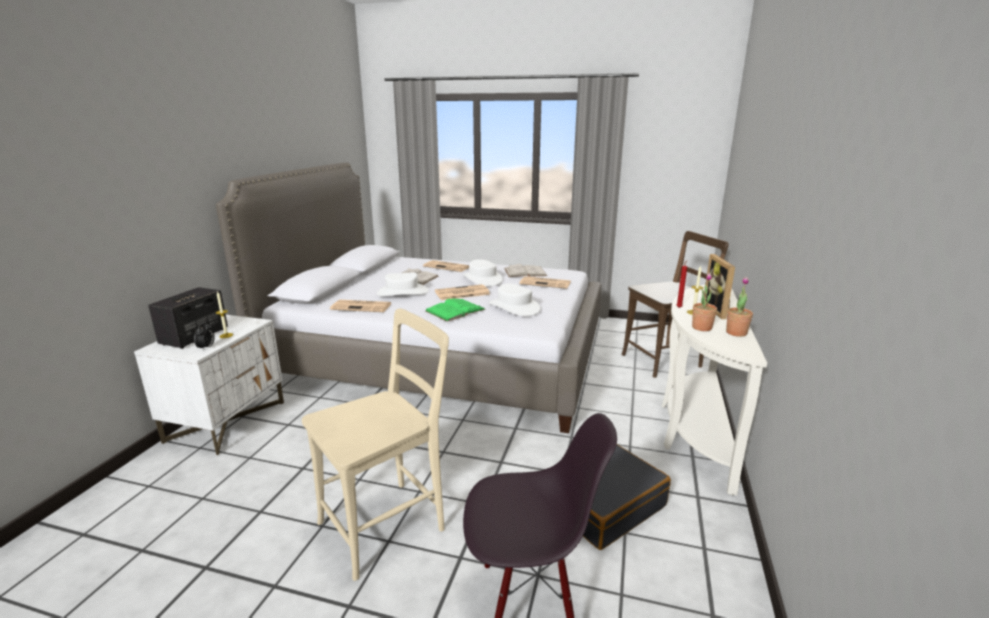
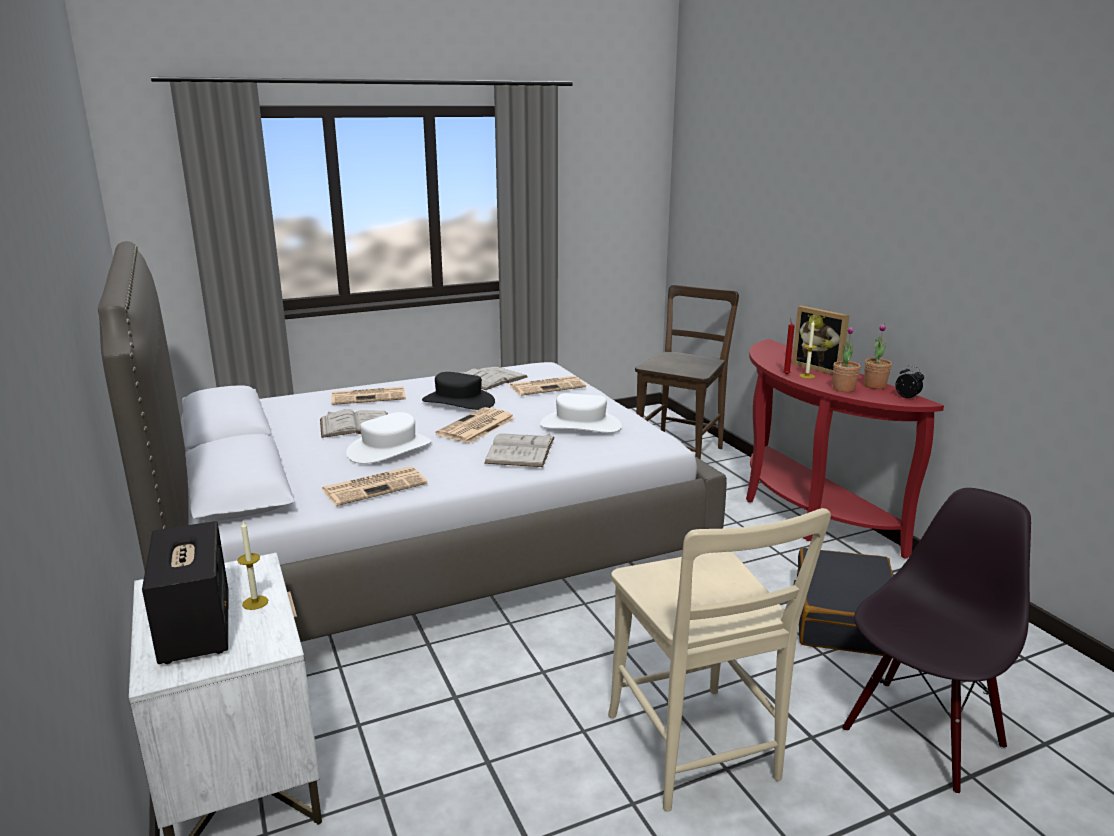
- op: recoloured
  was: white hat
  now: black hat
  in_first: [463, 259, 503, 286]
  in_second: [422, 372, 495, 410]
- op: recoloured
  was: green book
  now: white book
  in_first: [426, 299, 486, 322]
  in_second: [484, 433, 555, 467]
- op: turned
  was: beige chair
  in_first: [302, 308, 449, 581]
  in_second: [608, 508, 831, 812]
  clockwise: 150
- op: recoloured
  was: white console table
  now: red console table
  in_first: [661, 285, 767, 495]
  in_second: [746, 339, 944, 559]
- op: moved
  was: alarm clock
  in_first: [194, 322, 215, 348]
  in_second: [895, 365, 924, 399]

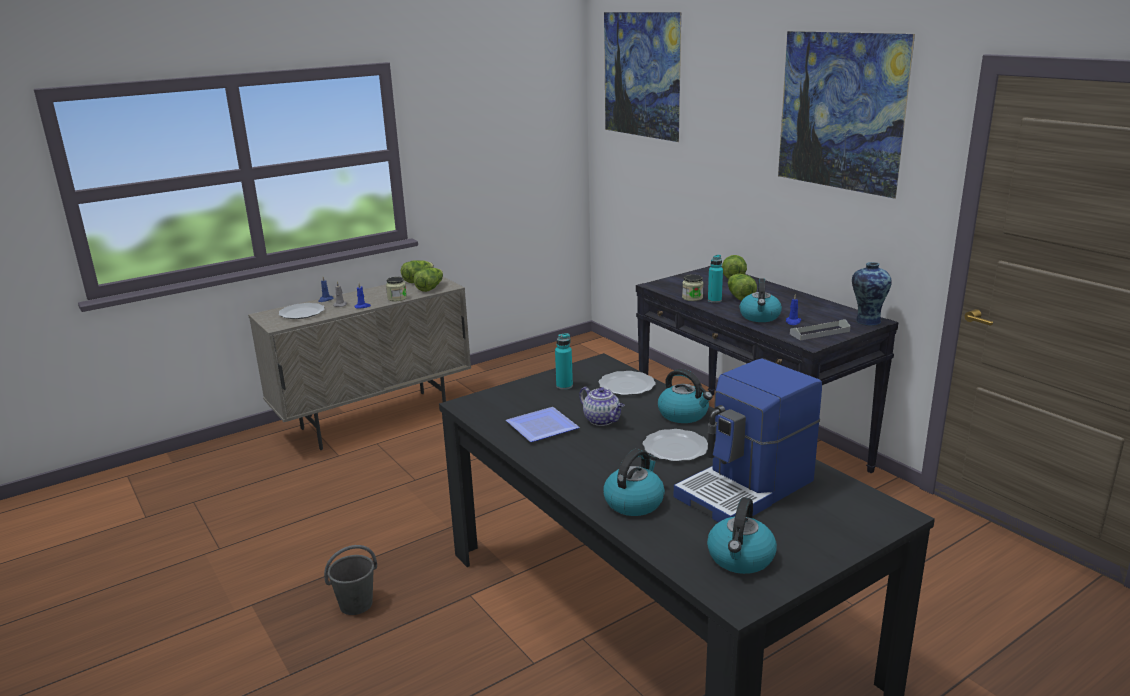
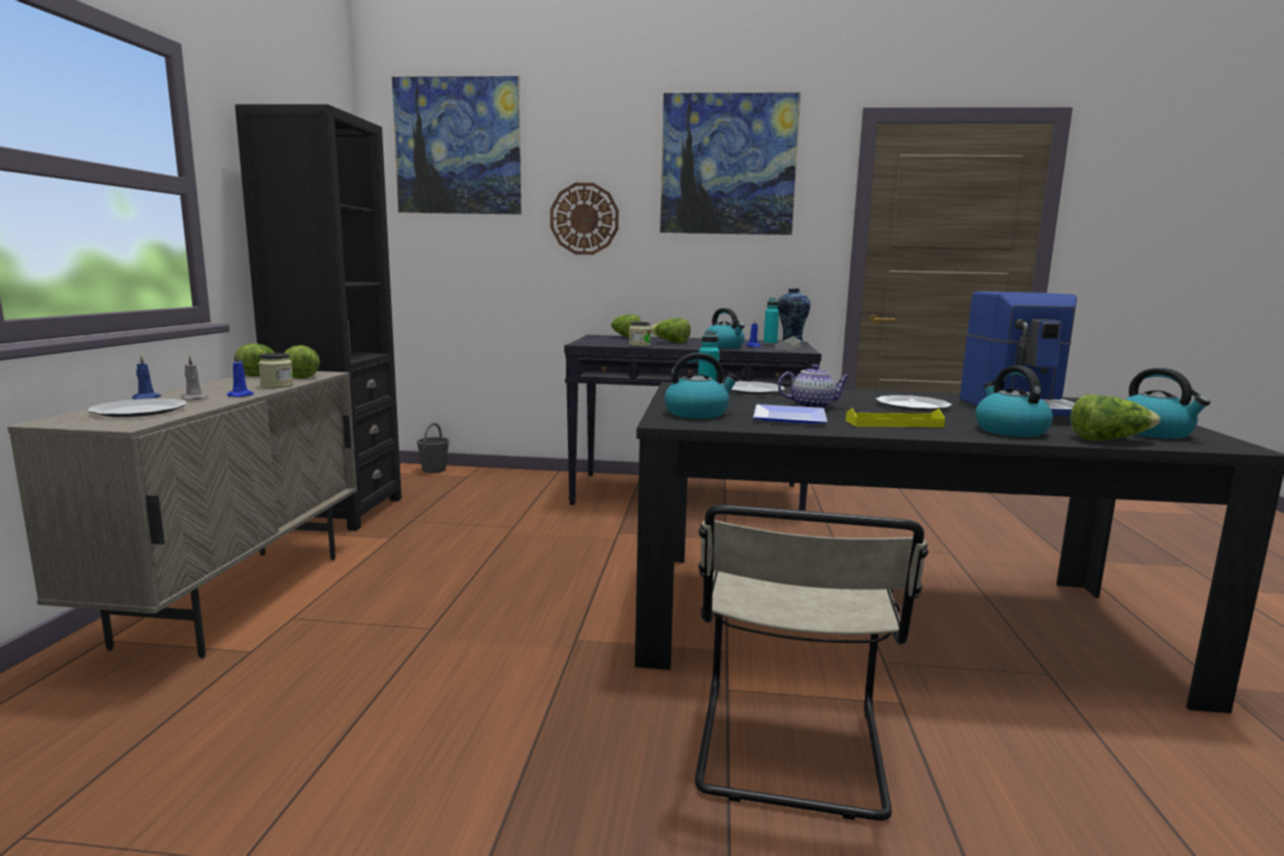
- op: added
  now: black bookcase
  in_second: [235, 104, 402, 531]
- op: moved
  was: grey bucket
  in_first: [324, 545, 377, 615]
  in_second: [417, 423, 449, 473]
- op: added
  now: wall clock
  in_second: [550, 183, 619, 255]
- op: moved
  was: kettle
  in_first: [658, 369, 713, 423]
  in_second: [665, 352, 739, 419]
- op: added
  now: beige chair
  in_second: [695, 504, 929, 821]
- op: moved
  was: turquoise bottle
  in_first: [708, 255, 723, 303]
  in_second: [763, 298, 779, 345]
- op: added
  now: yellow tray
  in_second: [846, 408, 945, 427]
- op: added
  now: lettuce
  in_second: [1070, 394, 1160, 441]

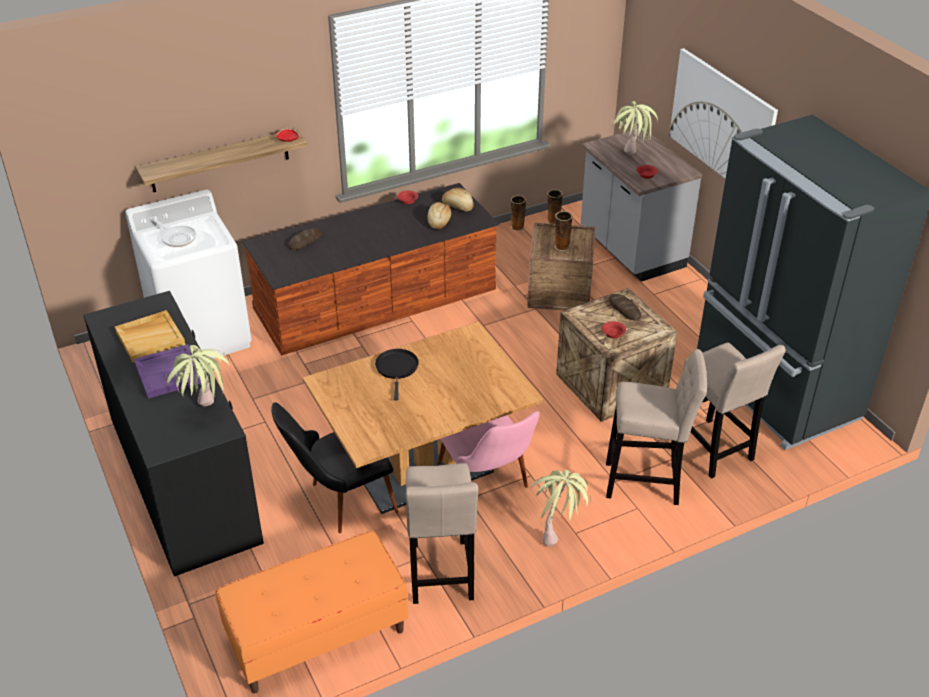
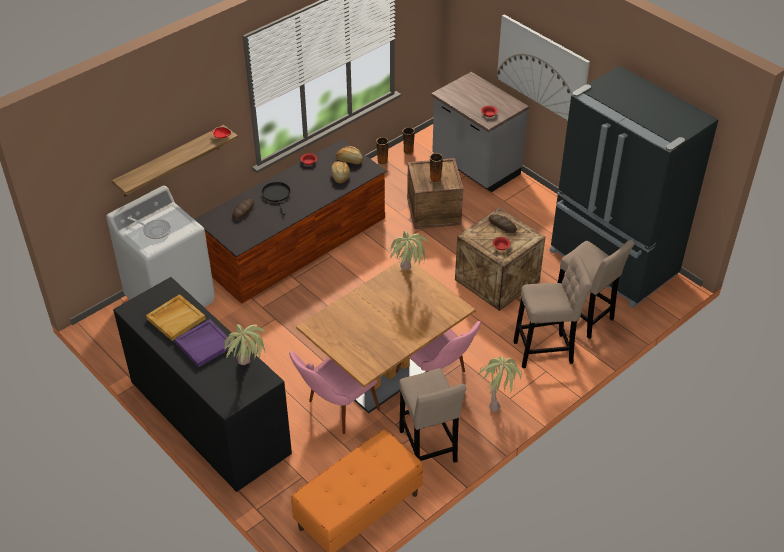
- op: moved
  was: black frying pan
  in_first: [375, 349, 419, 400]
  in_second: [262, 182, 291, 215]
- op: recoloured
  was: black chair
  now: pink chair
  in_first: [271, 403, 398, 533]
  in_second: [289, 351, 380, 434]
- op: moved
  was: potted plant
  in_first: [612, 101, 658, 154]
  in_second: [390, 231, 428, 271]

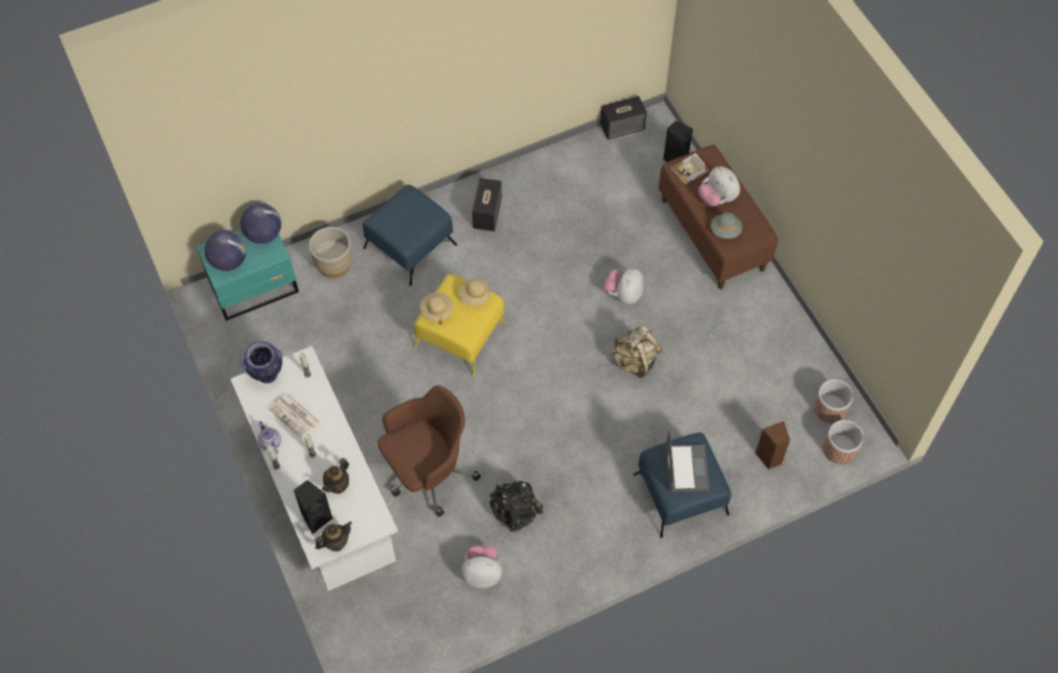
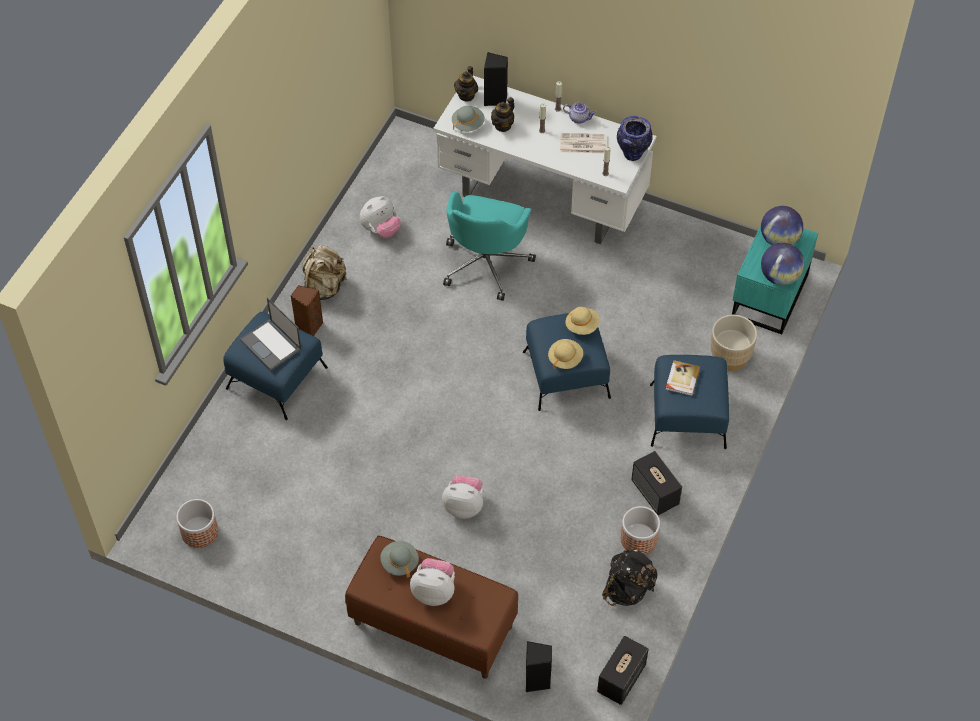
- op: moved
  was: brown speaker
  in_first: [755, 421, 790, 469]
  in_second: [291, 285, 323, 336]
- op: moved
  was: beige backpack
  in_first: [610, 326, 662, 378]
  in_second: [302, 245, 347, 300]
- op: turned
  was: plush toy
  in_first: [603, 268, 643, 304]
  in_second: [442, 475, 483, 519]
  clockwise: -60
- op: recoloured
  was: brown office chair
  now: turquoise office chair
  in_first: [378, 385, 481, 517]
  in_second: [443, 191, 536, 301]
- op: added
  now: grey hat
  in_second: [452, 106, 485, 132]
- op: turned
  was: teapot
  in_first: [322, 458, 349, 494]
  in_second: [491, 97, 514, 132]
  clockwise: -135
- op: recoloured
  was: yellow ottoman
  now: blue ottoman
  in_first: [414, 274, 508, 377]
  in_second: [523, 313, 611, 411]
- op: moved
  was: black backpack
  in_first: [490, 481, 543, 532]
  in_second: [602, 549, 657, 606]
- op: moved
  was: planter
  in_first: [823, 420, 863, 464]
  in_second: [621, 506, 660, 555]
- op: moved
  was: book
  in_first: [670, 153, 710, 184]
  in_second: [665, 360, 700, 396]

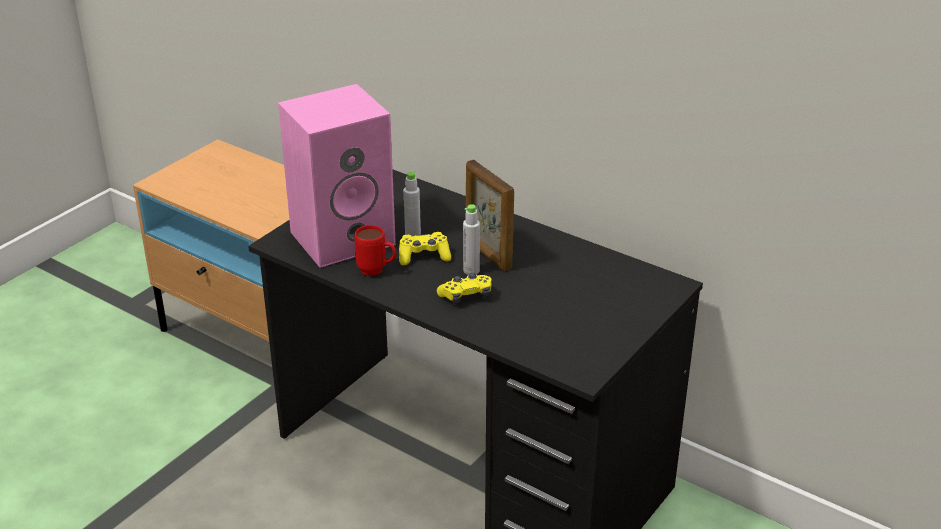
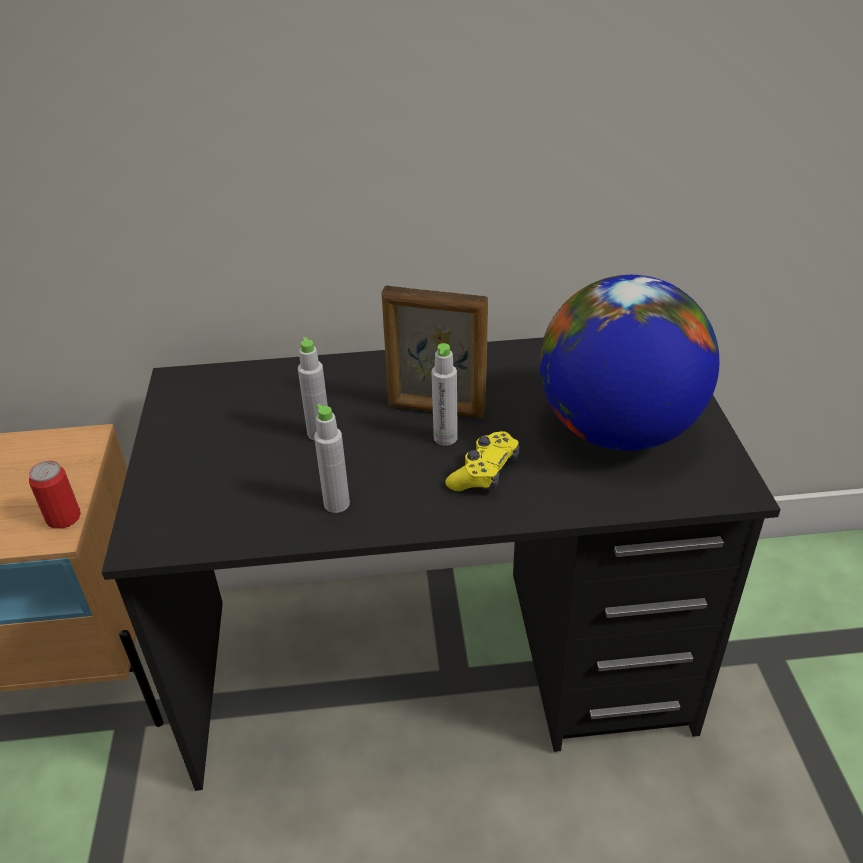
- op: added
  now: can
  in_second: [29, 460, 81, 529]
- op: replaced
  was: red mug
  now: grey bottle
  in_first: [354, 225, 396, 276]
  in_second: [314, 404, 350, 513]
- op: added
  now: globe
  in_second: [539, 275, 719, 451]
- op: removed
  was: pink speaker
  in_first: [278, 84, 396, 268]
- op: removed
  was: yellow game controller
  in_first: [399, 232, 451, 265]

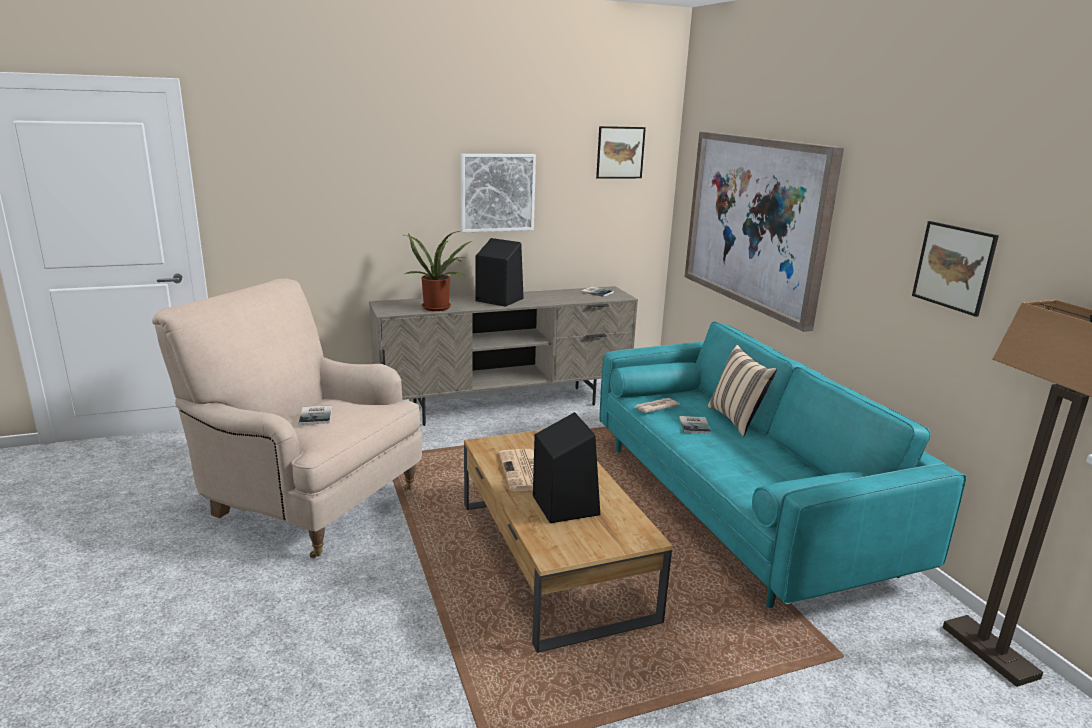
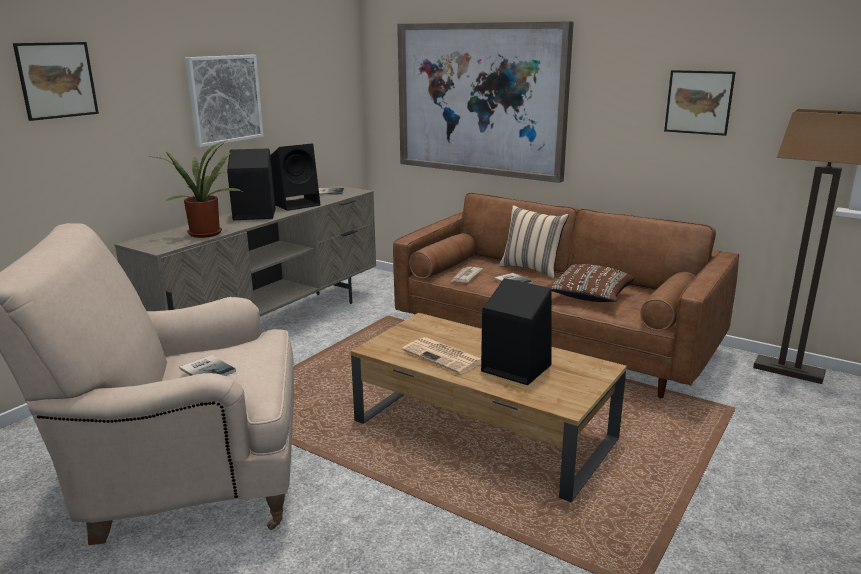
- op: moved
  was: picture
  in_first: [596, 126, 646, 179]
  in_second: [13, 42, 99, 121]
- op: added
  now: black speaker
  in_second: [270, 144, 320, 211]
- op: recoloured
  was: turquoise sofa
  now: brown sofa
  in_first: [600, 321, 966, 608]
  in_second: [393, 193, 739, 398]
- op: added
  now: brown pillow
  in_second: [546, 264, 634, 302]

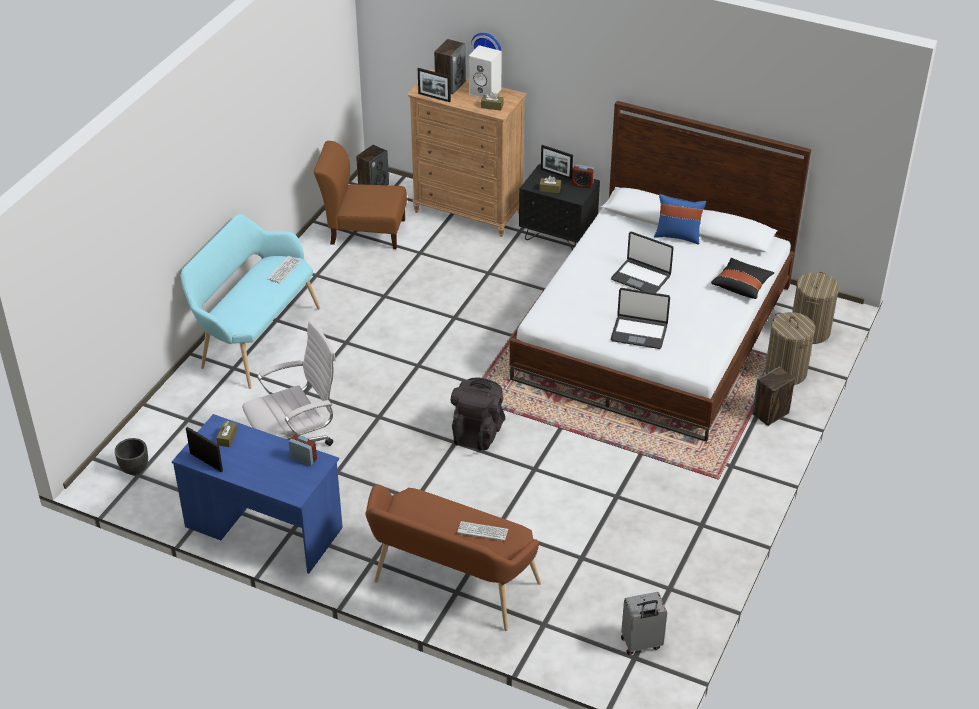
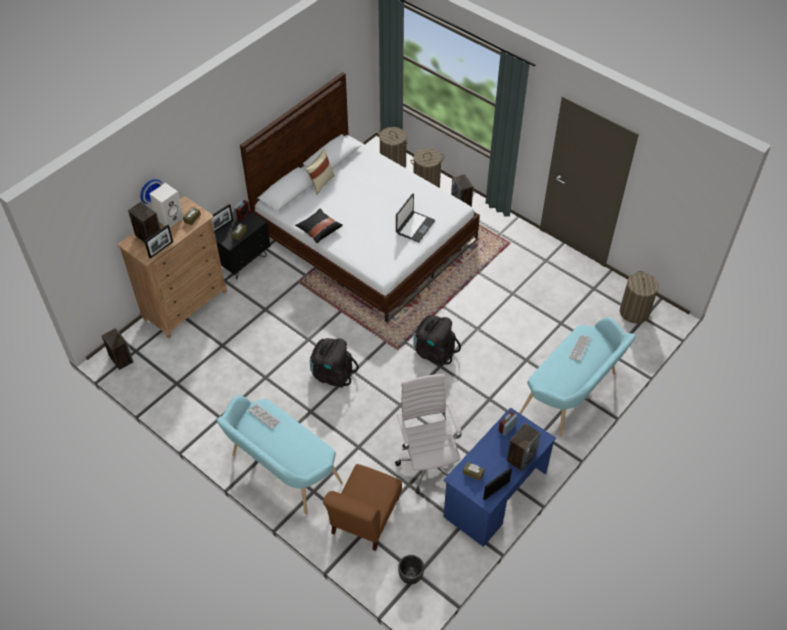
- op: moved
  was: black pillow
  in_first: [711, 258, 775, 299]
  in_second: [295, 208, 343, 243]
- op: recoloured
  was: blue pillow
  now: beige pillow
  in_first: [654, 194, 706, 245]
  in_second: [306, 149, 335, 195]
- op: added
  now: black backpack
  in_second: [310, 338, 359, 388]
- op: moved
  was: brown chair
  in_first: [314, 141, 407, 249]
  in_second: [323, 464, 402, 551]
- op: added
  now: speaker
  in_second: [507, 423, 541, 472]
- op: recoloured
  was: brown bench
  now: turquoise bench
  in_first: [365, 485, 541, 631]
  in_second: [520, 317, 636, 436]
- op: replaced
  was: grey suitcase
  now: laundry basket
  in_first: [621, 592, 667, 655]
  in_second: [620, 271, 659, 324]
- op: removed
  was: laptop
  in_first: [611, 232, 674, 293]

